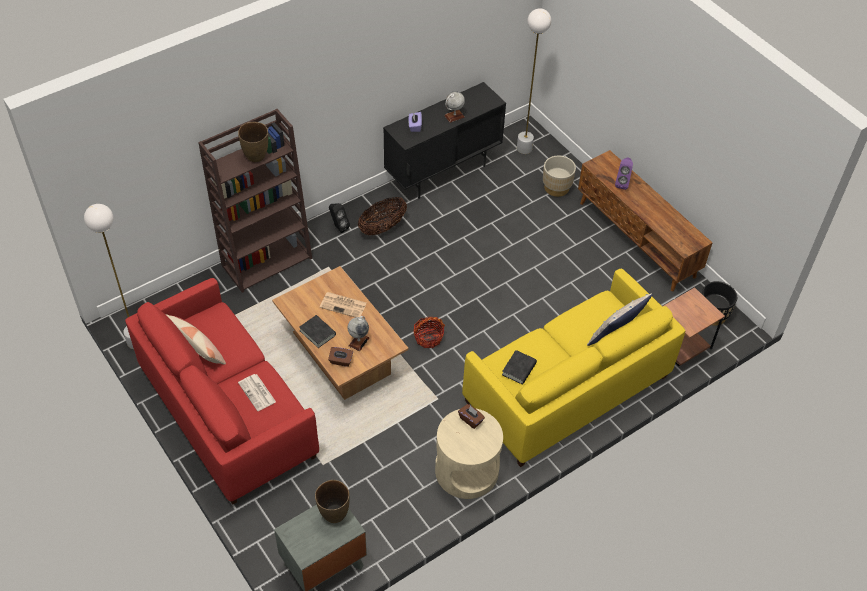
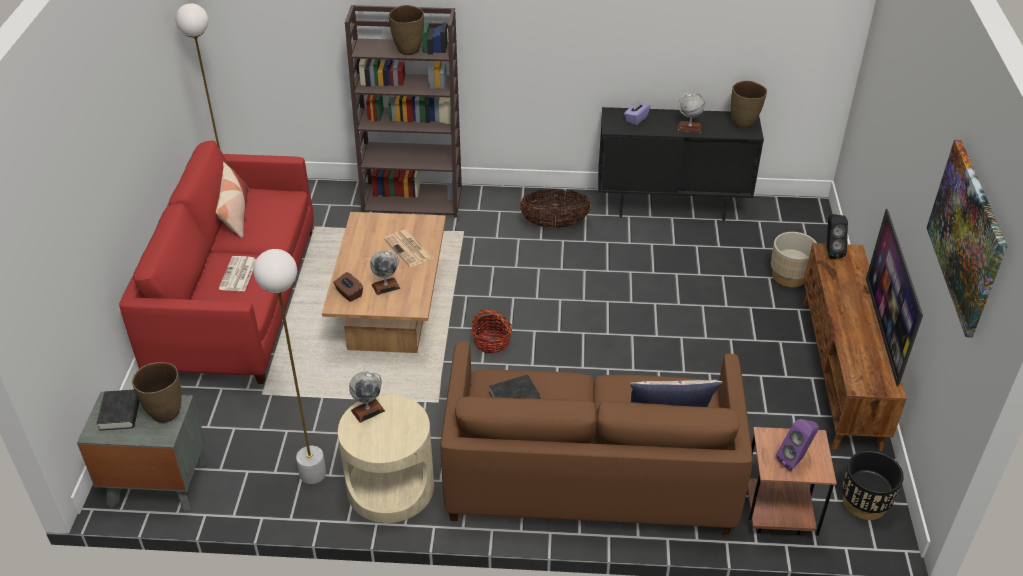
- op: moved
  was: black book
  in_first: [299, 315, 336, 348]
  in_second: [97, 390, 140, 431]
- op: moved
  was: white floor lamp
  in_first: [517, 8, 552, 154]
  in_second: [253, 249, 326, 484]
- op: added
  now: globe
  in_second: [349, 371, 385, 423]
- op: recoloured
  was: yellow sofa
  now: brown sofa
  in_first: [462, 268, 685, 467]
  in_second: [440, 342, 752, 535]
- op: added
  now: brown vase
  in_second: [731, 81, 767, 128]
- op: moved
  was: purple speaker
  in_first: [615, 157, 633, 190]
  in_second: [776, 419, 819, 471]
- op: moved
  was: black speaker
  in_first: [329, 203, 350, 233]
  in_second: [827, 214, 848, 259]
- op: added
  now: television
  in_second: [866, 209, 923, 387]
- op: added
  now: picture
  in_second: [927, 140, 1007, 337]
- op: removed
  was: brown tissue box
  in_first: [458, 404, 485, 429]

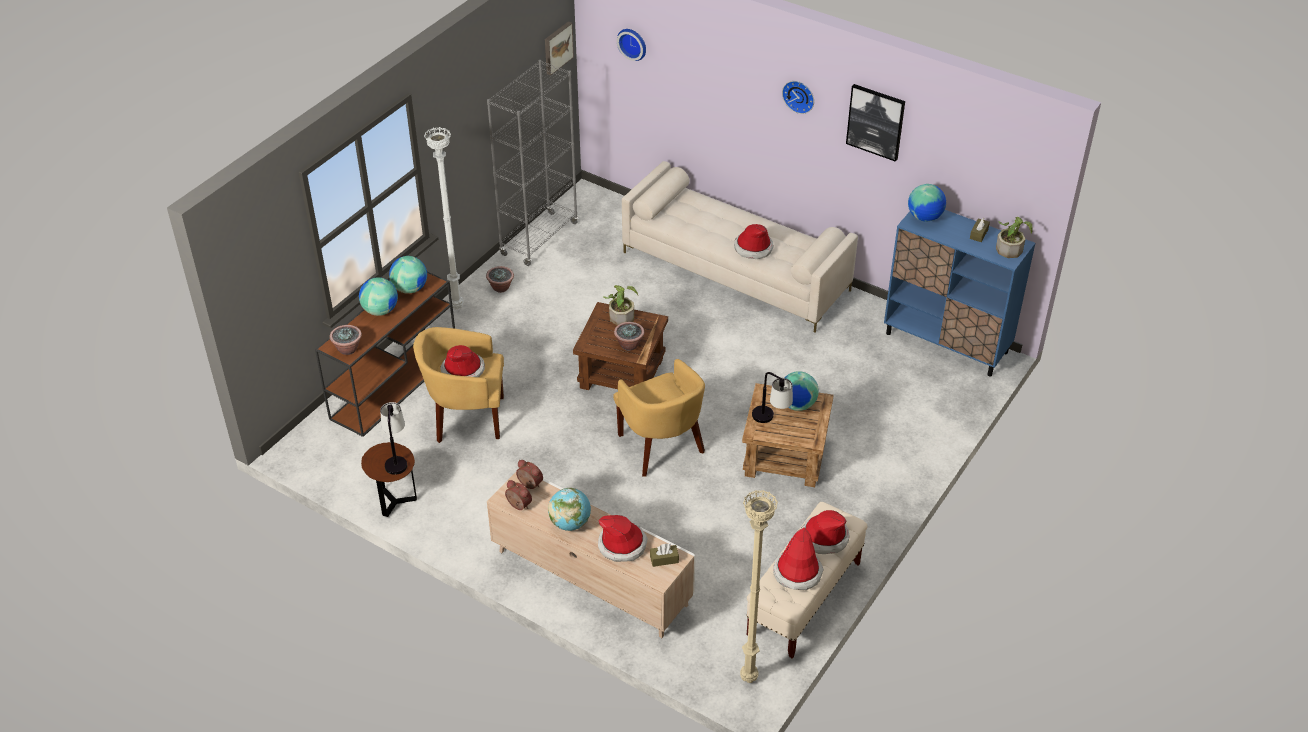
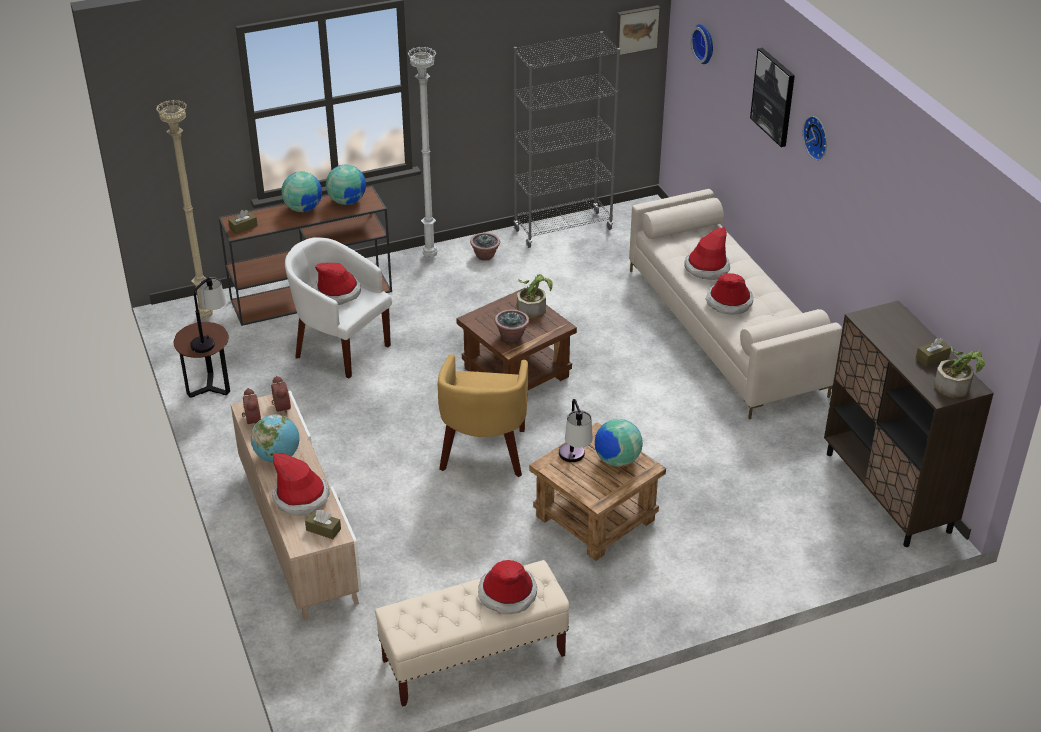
- op: moved
  was: beige floor lamp
  in_first: [740, 490, 778, 683]
  in_second: [156, 100, 213, 318]
- op: replaced
  was: potted plant
  now: brown tissue box
  in_first: [330, 325, 362, 355]
  in_second: [228, 210, 258, 234]
- op: recoloured
  was: yellow armchair
  now: white armchair
  in_first: [413, 327, 504, 443]
  in_second: [285, 237, 392, 378]
- op: moved
  was: hat
  in_first: [773, 527, 823, 590]
  in_second: [684, 227, 730, 280]
- op: moved
  was: picture
  in_first: [846, 84, 905, 162]
  in_second: [750, 48, 795, 147]
- op: recoloured
  was: blue cabinet
  now: brown cabinet
  in_first: [884, 210, 1035, 377]
  in_second: [824, 300, 994, 547]
- op: removed
  was: globe
  in_first: [908, 184, 946, 222]

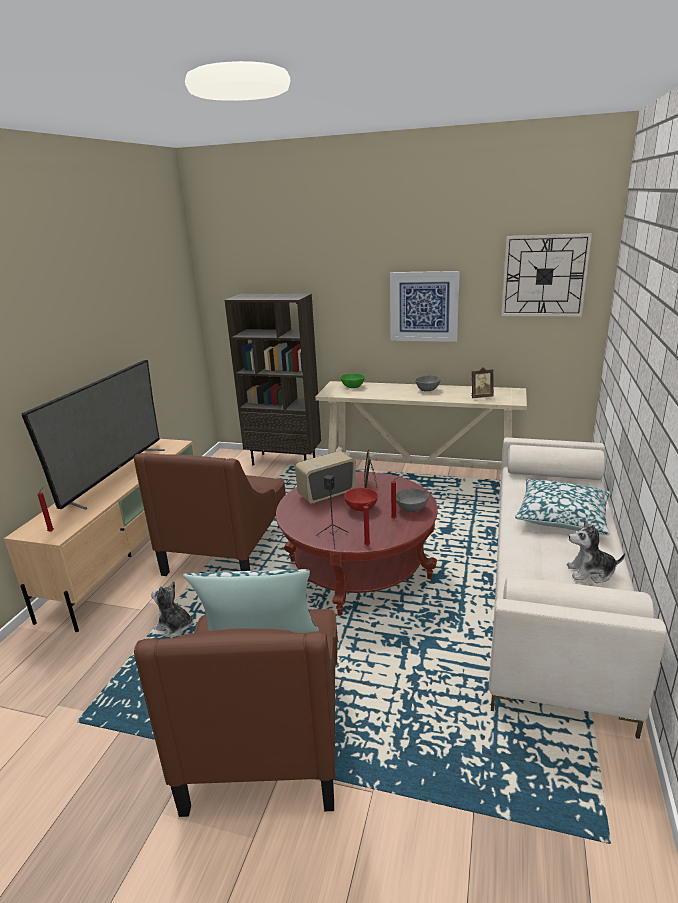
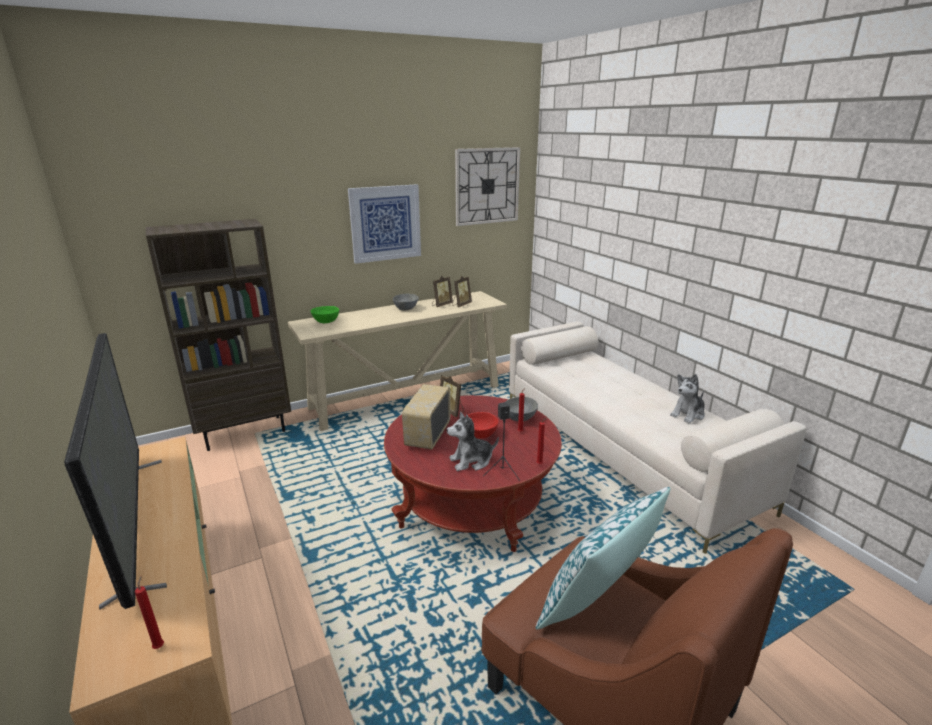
- op: added
  now: picture frame
  in_second: [432, 276, 453, 307]
- op: moved
  was: plush toy
  in_first: [151, 581, 193, 637]
  in_second: [447, 412, 499, 471]
- op: removed
  was: brown armchair
  in_first: [134, 453, 286, 576]
- op: removed
  was: pillow
  in_first: [515, 479, 610, 535]

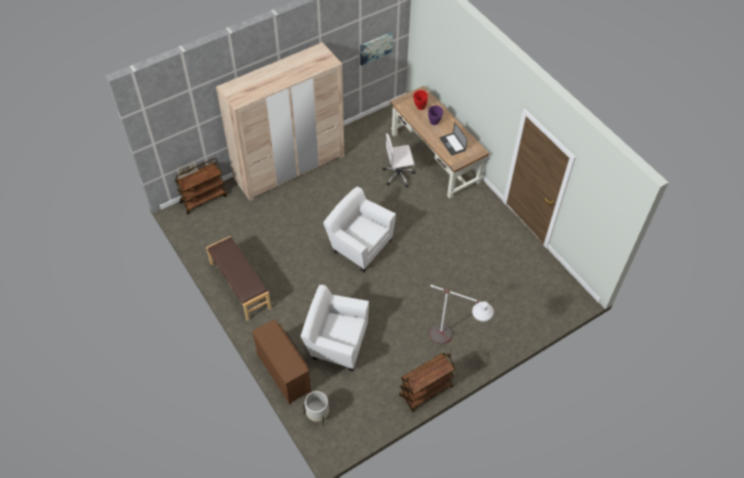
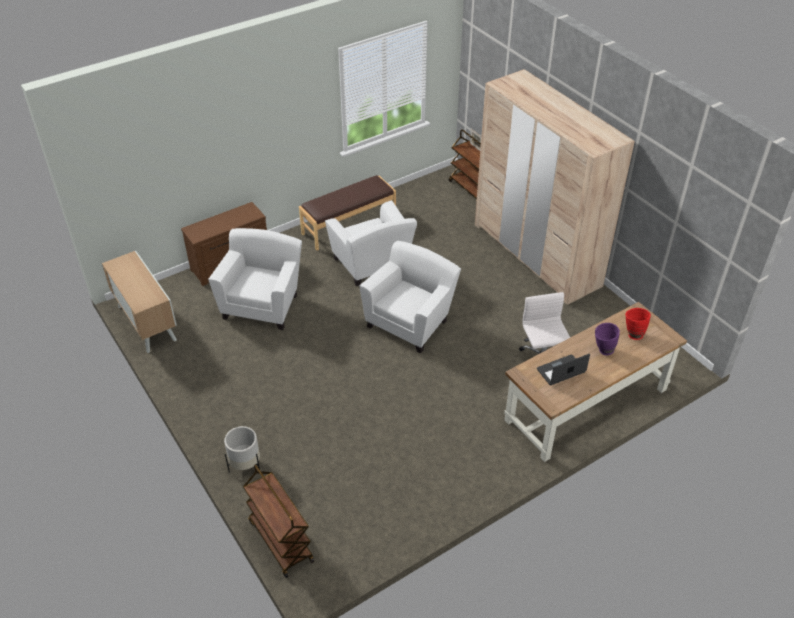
- op: added
  now: cabinet
  in_second: [102, 251, 177, 353]
- op: moved
  was: white planter
  in_first: [303, 391, 329, 426]
  in_second: [224, 426, 260, 472]
- op: moved
  was: brown cart
  in_first: [399, 353, 455, 412]
  in_second: [243, 464, 314, 578]
- op: added
  now: white armchair
  in_second: [325, 200, 417, 286]
- op: removed
  was: picture
  in_first: [360, 32, 393, 66]
- op: removed
  was: white floor lamp
  in_first: [429, 285, 494, 344]

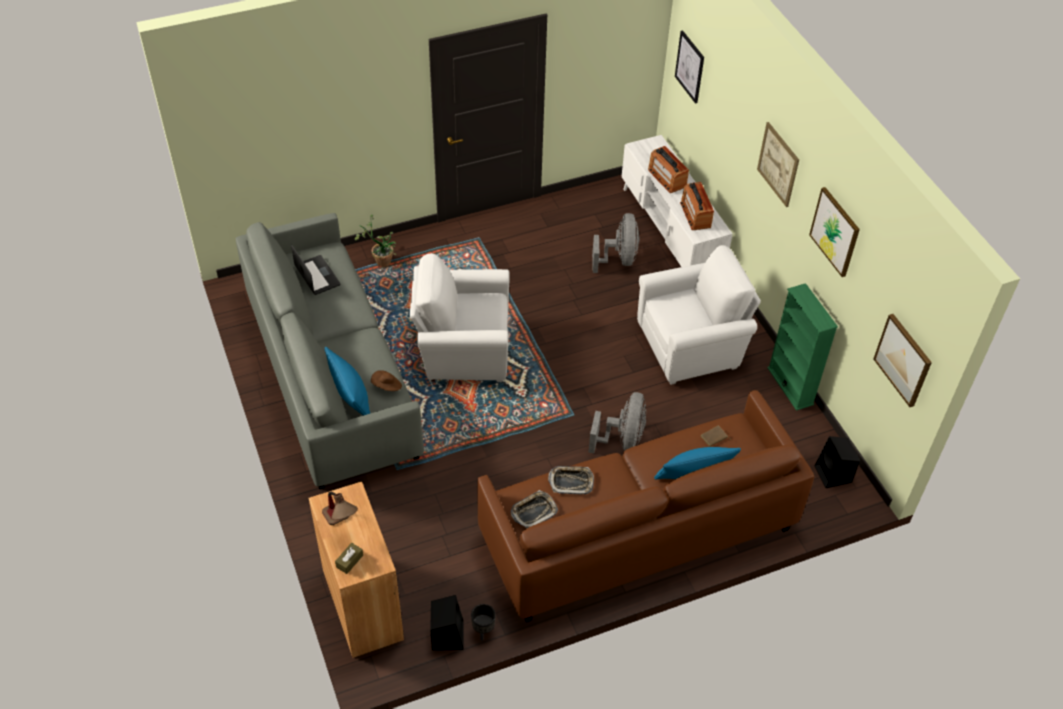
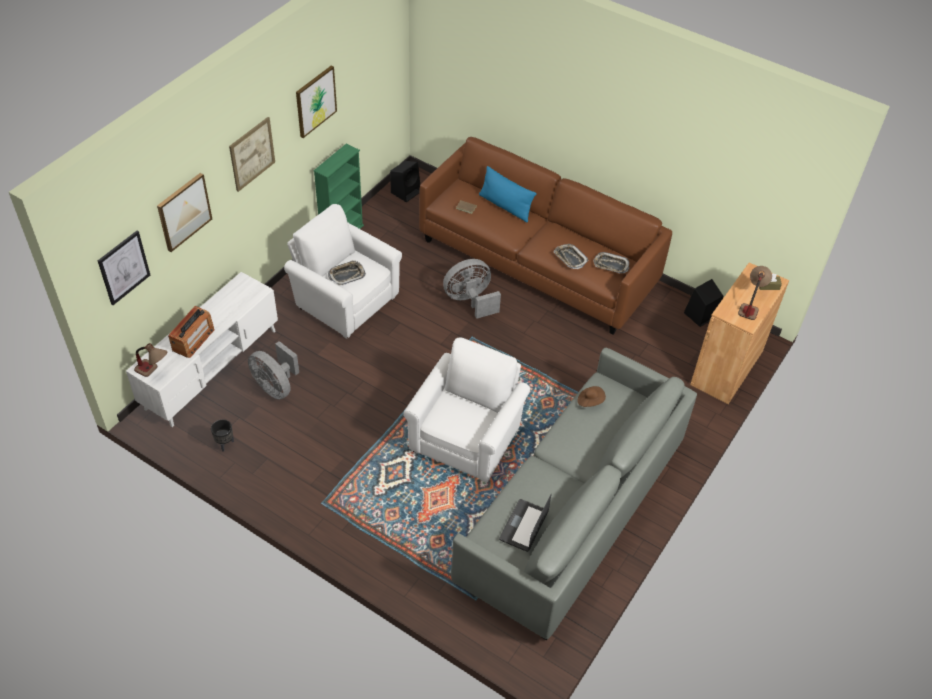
- op: added
  now: table lamp
  in_second: [134, 343, 167, 377]
- op: moved
  was: picture
  in_first: [873, 314, 932, 407]
  in_second: [157, 173, 212, 252]
- op: moved
  was: black planter
  in_first: [471, 604, 496, 641]
  in_second: [211, 419, 234, 451]
- op: turned
  was: grey fan
  in_first: [592, 213, 639, 273]
  in_second: [248, 341, 299, 399]
  clockwise: -105
- op: added
  now: tray
  in_second: [328, 260, 366, 286]
- op: turned
  was: white armchair
  in_first: [410, 253, 510, 382]
  in_second: [403, 337, 530, 483]
  clockwise: -120
- op: removed
  was: blue pillow
  in_first: [325, 347, 370, 416]
- op: removed
  was: potted plant
  in_first: [355, 215, 397, 267]
- op: removed
  was: radio
  in_first: [680, 182, 714, 230]

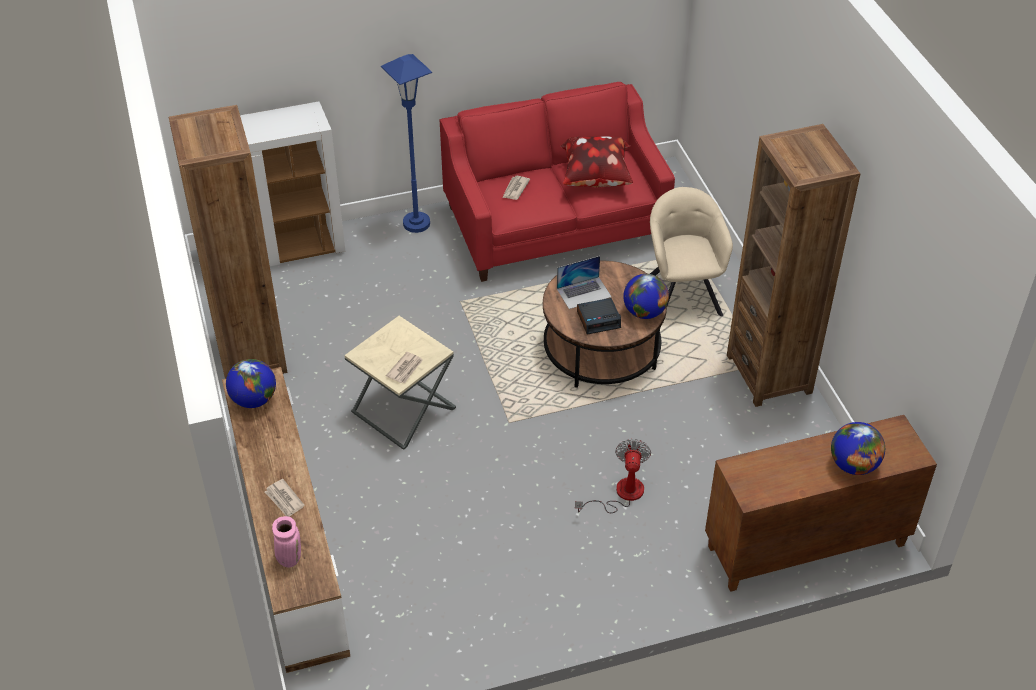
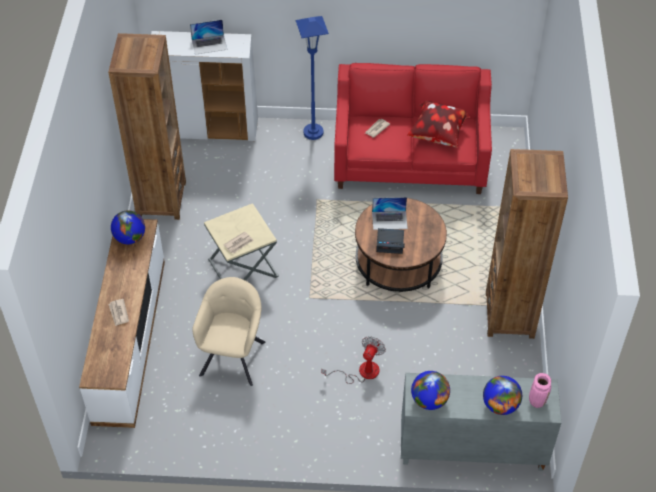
- op: added
  now: laptop
  in_second: [190, 20, 228, 55]
- op: moved
  was: beige armchair
  in_first: [650, 187, 733, 316]
  in_second: [192, 277, 265, 386]
- op: recoloured
  was: brown cabinet
  now: grey cabinet
  in_first: [705, 415, 937, 592]
  in_second: [401, 373, 561, 471]
- op: moved
  was: globe
  in_first: [623, 274, 669, 319]
  in_second: [411, 371, 450, 410]
- op: moved
  was: pink vase
  in_first: [272, 516, 301, 568]
  in_second: [529, 373, 551, 408]

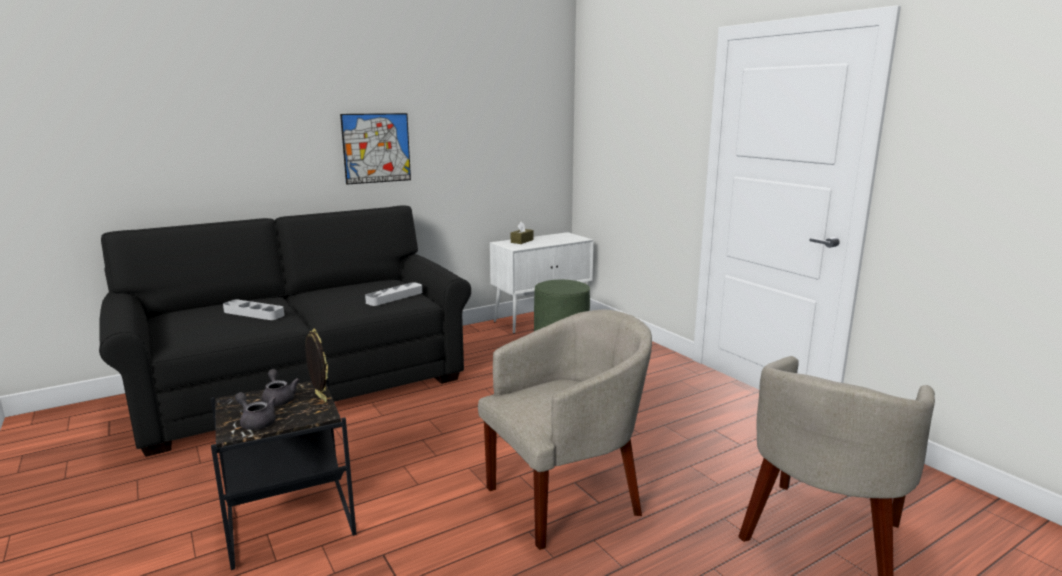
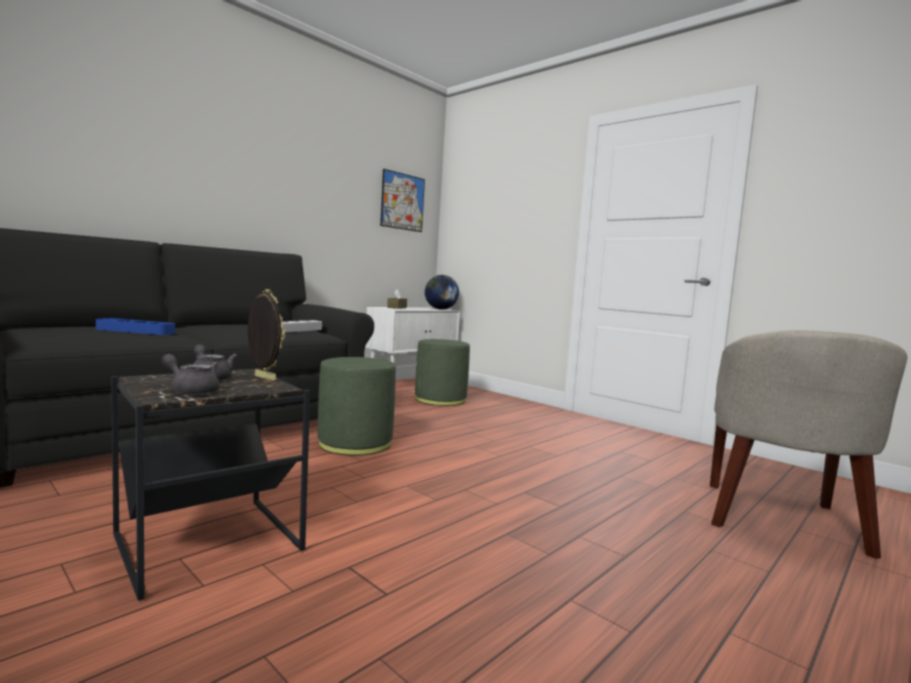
- op: recoloured
  was: grey tray
  now: blue tray
  in_first: [223, 299, 284, 320]
  in_second: [96, 318, 175, 335]
- op: added
  now: green ottoman
  in_second: [318, 357, 396, 456]
- op: moved
  was: picture
  in_first: [340, 113, 411, 185]
  in_second: [380, 169, 425, 232]
- op: added
  now: globe
  in_second: [425, 275, 459, 310]
- op: removed
  was: beige armchair
  in_first: [478, 310, 652, 550]

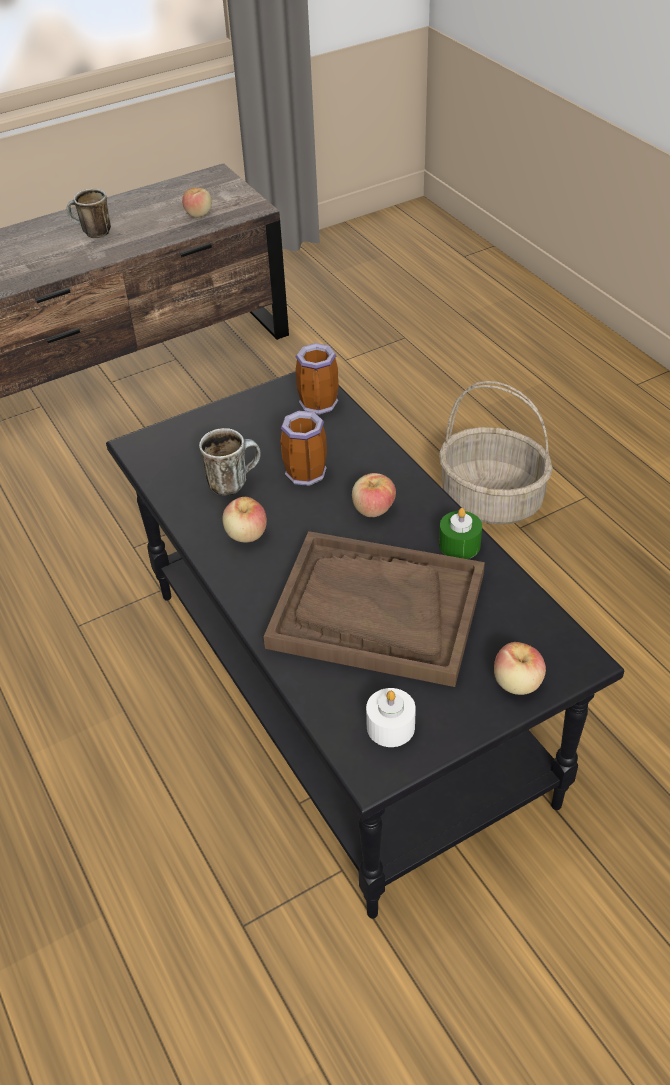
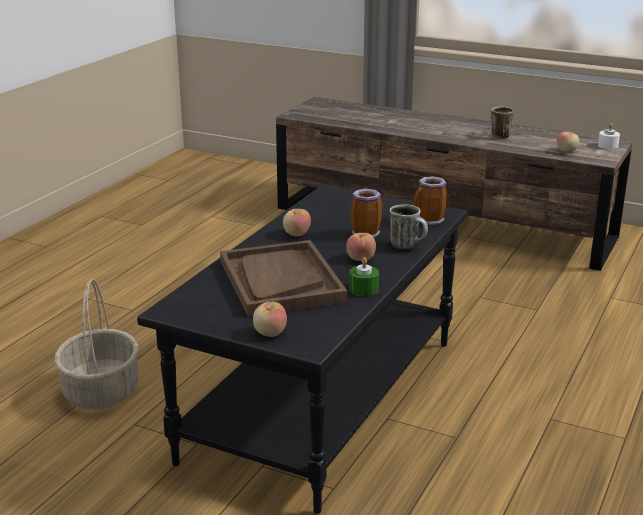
- op: moved
  was: basket
  in_first: [439, 381, 553, 525]
  in_second: [54, 279, 139, 410]
- op: moved
  was: mug
  in_first: [199, 428, 261, 496]
  in_second: [389, 204, 428, 249]
- op: moved
  was: white candle
  in_first: [366, 688, 416, 747]
  in_second: [598, 123, 620, 149]

